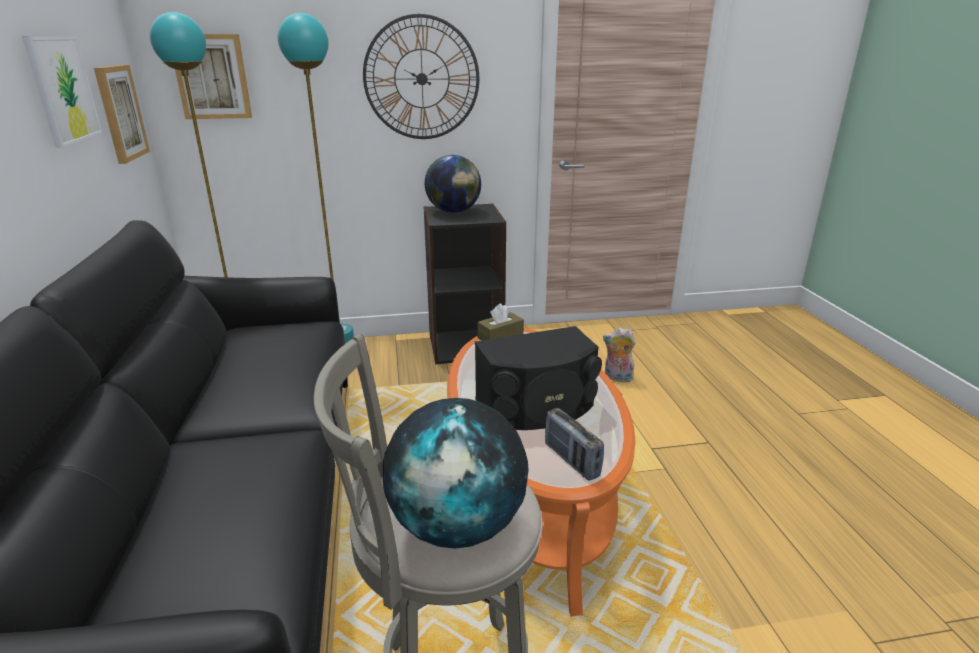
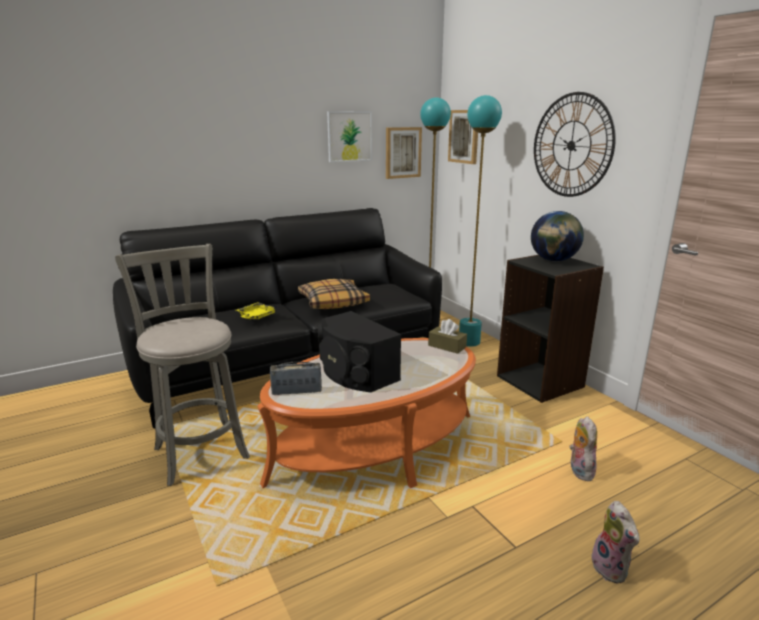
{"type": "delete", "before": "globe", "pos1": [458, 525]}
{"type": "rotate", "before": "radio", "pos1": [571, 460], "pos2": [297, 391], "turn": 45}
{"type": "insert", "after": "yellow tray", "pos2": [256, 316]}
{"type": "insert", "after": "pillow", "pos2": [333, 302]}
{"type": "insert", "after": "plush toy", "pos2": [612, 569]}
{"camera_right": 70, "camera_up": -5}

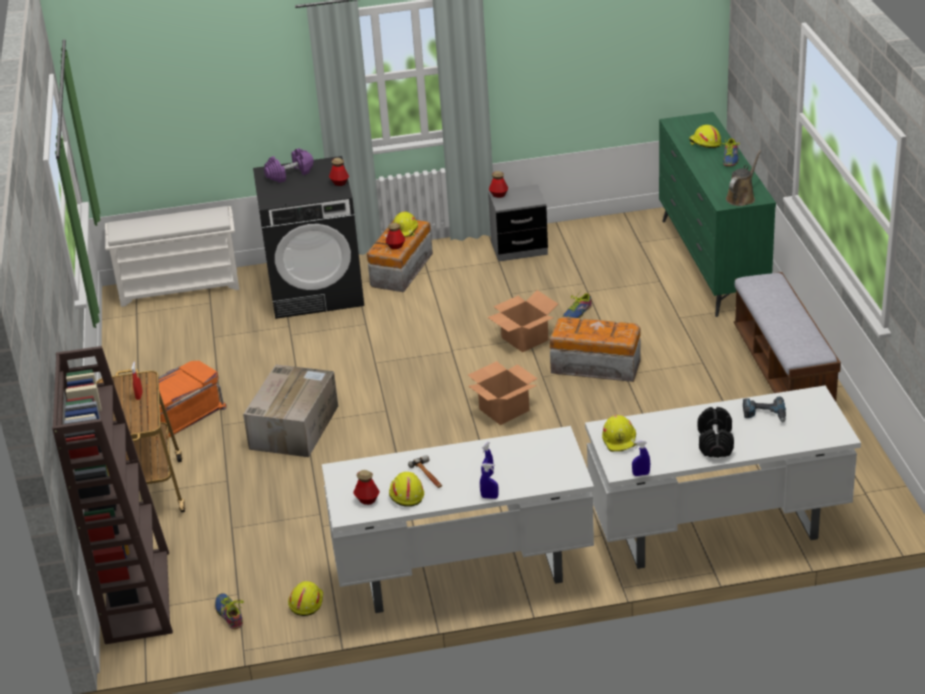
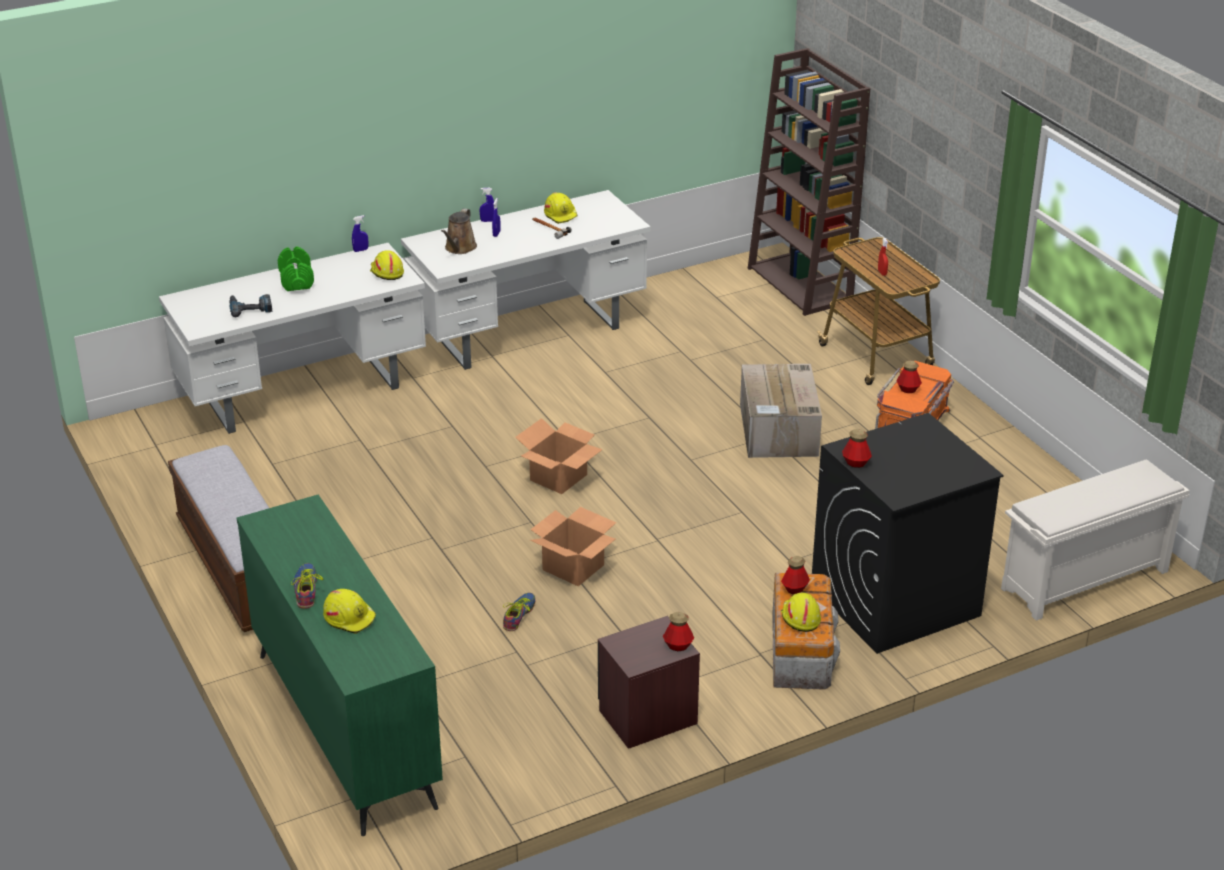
{"type": "delete", "before": "shoe", "pos1": [229, 614]}
{"type": "delete", "before": "purple dumbbell", "pos1": [290, 174]}
{"type": "delete", "before": "yellow hard hat", "pos1": [305, 602]}
{"type": "move", "before": "bottle", "pos1": [367, 500], "pos2": [908, 389]}
{"type": "recolor", "before": "grey nightstand", "after": "brown nightstand", "pos1": [519, 248], "pos2": [647, 717]}
{"type": "delete", "before": "storage box", "pos1": [595, 365]}
{"type": "recolor", "before": "black dumbbell", "after": "green dumbbell", "pos1": [715, 442], "pos2": [297, 280]}
{"type": "move", "before": "brown watering can", "pos1": [741, 197], "pos2": [459, 248]}
{"camera_right": 160, "camera_up": 0}

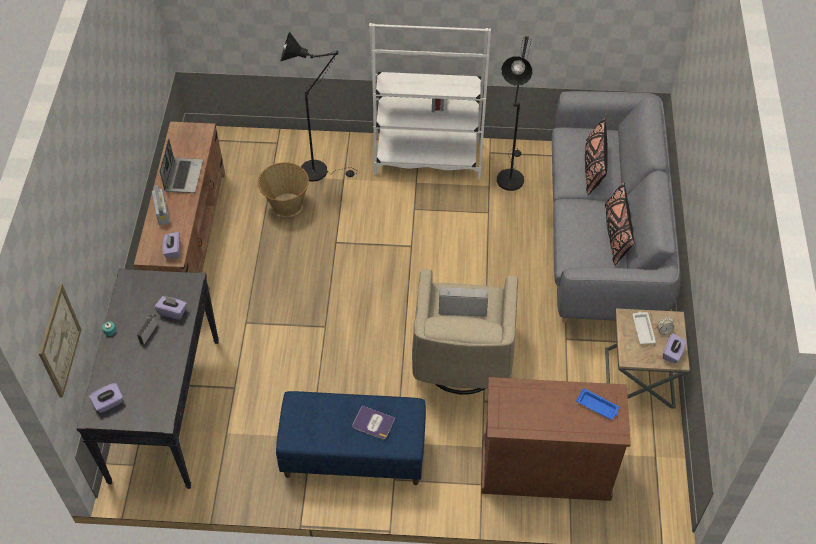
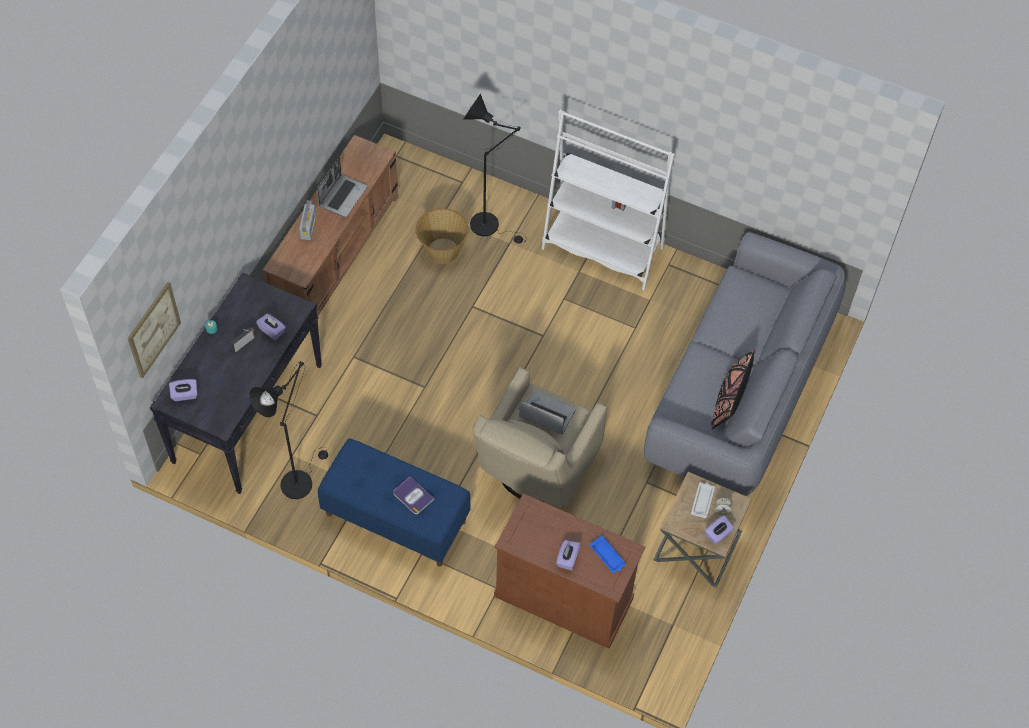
{"type": "move", "before": "purple tissue box", "pos1": [173, 250], "pos2": [567, 559]}
{"type": "move", "before": "black floor lamp", "pos1": [510, 175], "pos2": [299, 479]}
{"type": "delete", "before": "black pillow", "pos1": [593, 167]}
{"camera_right": 20, "camera_up": 5}

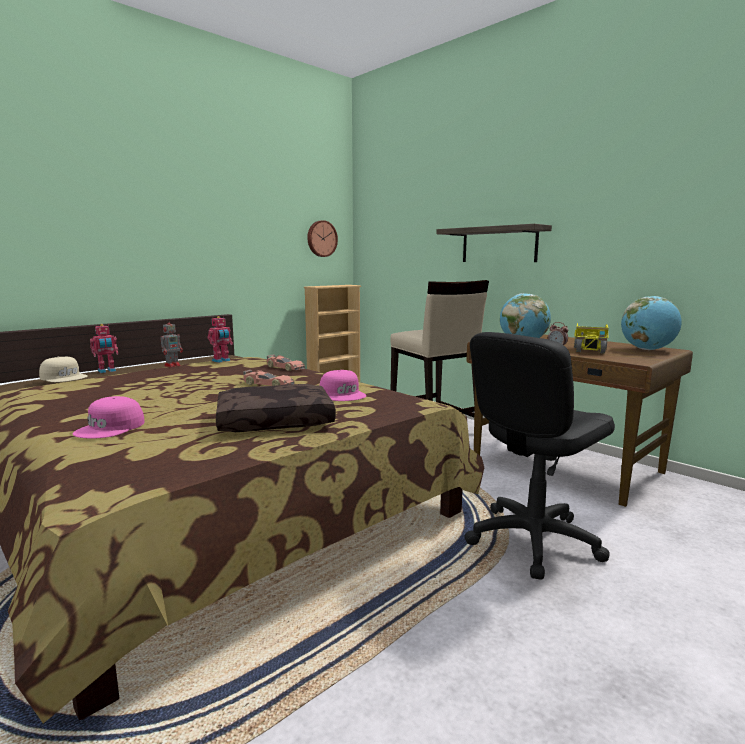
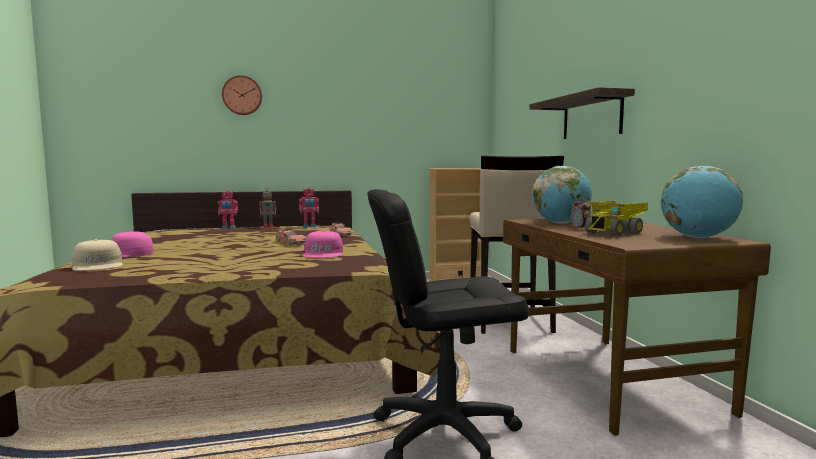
{"type": "move", "before": "beige cap", "pos1": [64, 377], "pos2": [99, 265]}
{"type": "delete", "before": "brown pillow", "pos1": [275, 421]}
{"type": "move", "before": "wall clock", "pos1": [321, 238], "pos2": [242, 95]}
{"camera_right": 30, "camera_up": -5}

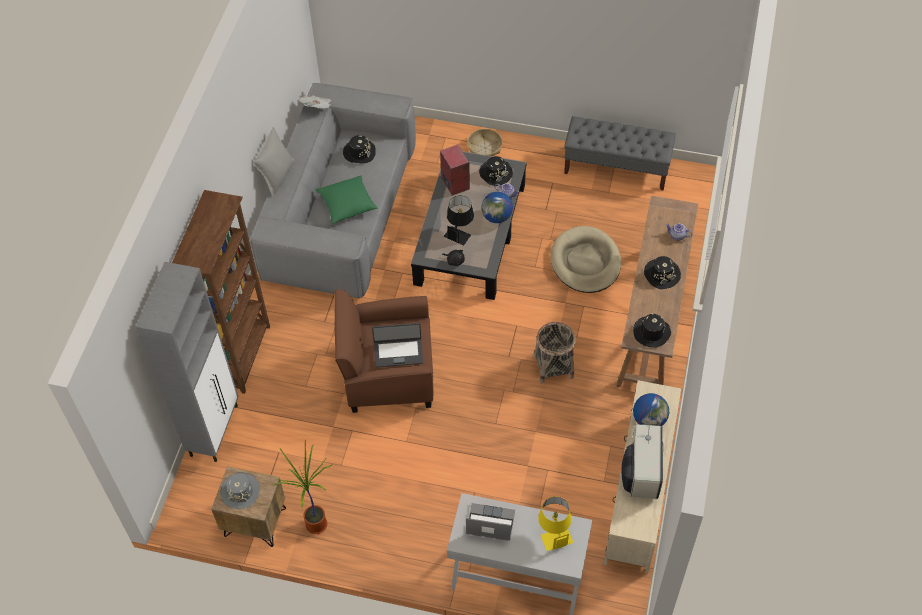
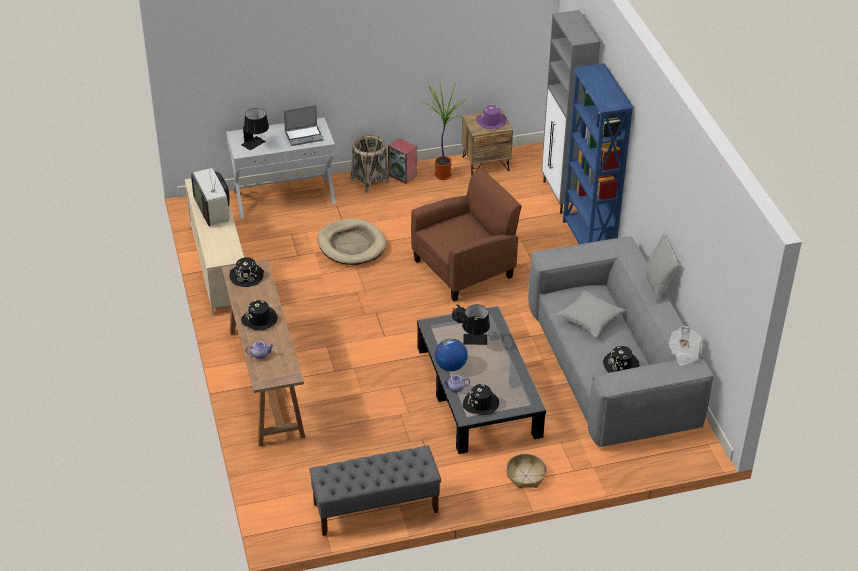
{"type": "recolor", "before": "brown bookcase", "after": "blue bookcase", "pos1": [242, 356], "pos2": [587, 241]}
{"type": "recolor", "before": "grey hat", "after": "purple hat", "pos1": [240, 491], "pos2": [491, 121]}
{"type": "recolor", "before": "green pillow", "after": "grey pillow", "pos1": [347, 205], "pos2": [590, 319]}
{"type": "delete", "before": "laptop", "pos1": [398, 352]}
{"type": "move", "before": "speaker", "pos1": [454, 183], "pos2": [403, 175]}
{"type": "move", "before": "basket", "pos1": [553, 366], "pos2": [370, 181]}
{"type": "recolor", "before": "yellow table lamp", "after": "black table lamp", "pos1": [554, 533], "pos2": [256, 145]}
{"type": "move", "before": "beige dog bed", "pos1": [585, 262], "pos2": [351, 245]}
{"type": "delete", "before": "globe", "pos1": [649, 420]}
{"camera_right": 150, "camera_up": -15}

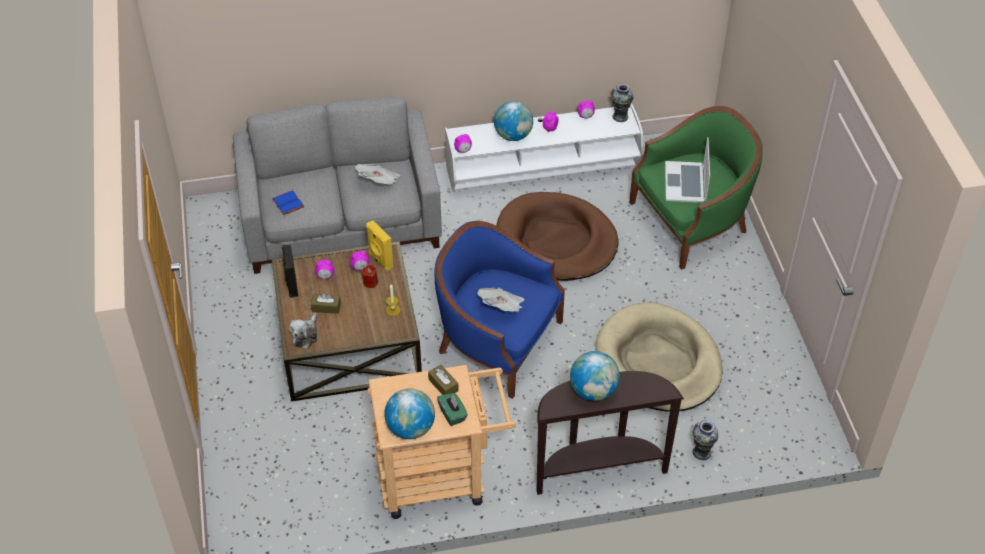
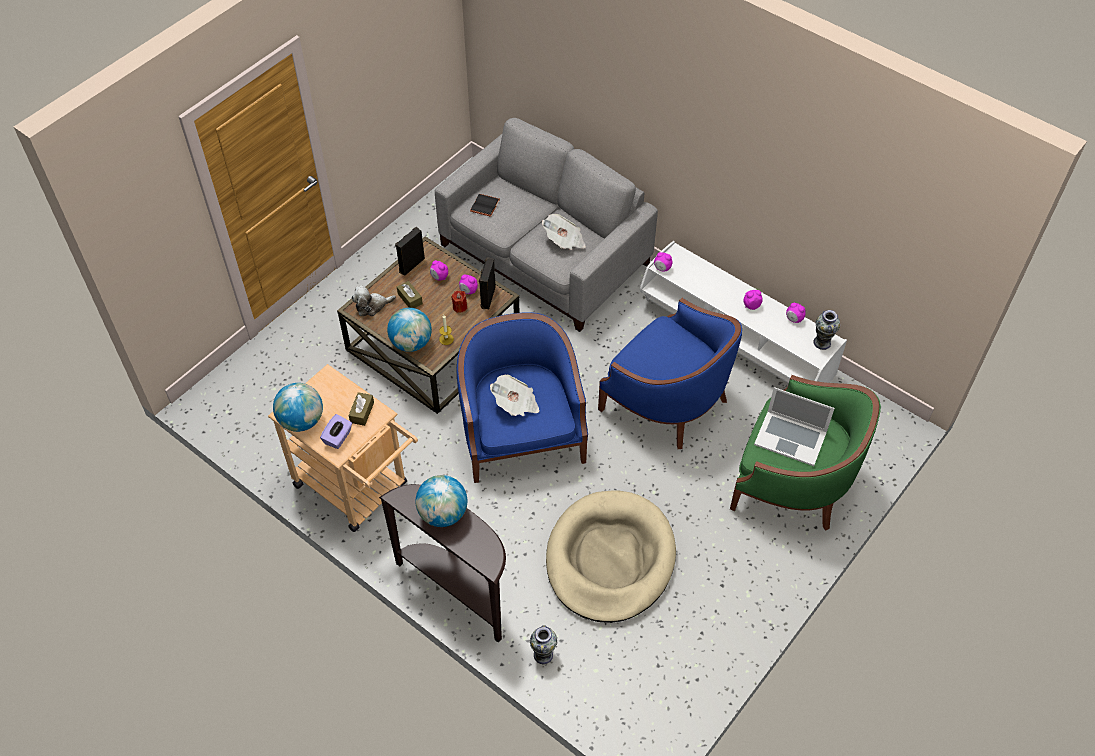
{"type": "recolor", "before": "blue book", "after": "black book", "pos1": [289, 203], "pos2": [485, 206]}
{"type": "recolor", "before": "yellow speaker", "after": "black speaker", "pos1": [380, 260], "pos2": [487, 297]}
{"type": "recolor", "before": "green tissue box", "after": "purple tissue box", "pos1": [452, 414], "pos2": [338, 438]}
{"type": "move", "before": "globe", "pos1": [513, 135], "pos2": [411, 343]}
{"type": "replace", "before": "brown dog bed", "after": "blue armchair", "pos1": [556, 241], "pos2": [667, 401]}
{"type": "rotate", "before": "laptop", "pos1": [686, 182], "pos2": [790, 437], "turn": -120}
{"camera_right": 50, "camera_up": 5}

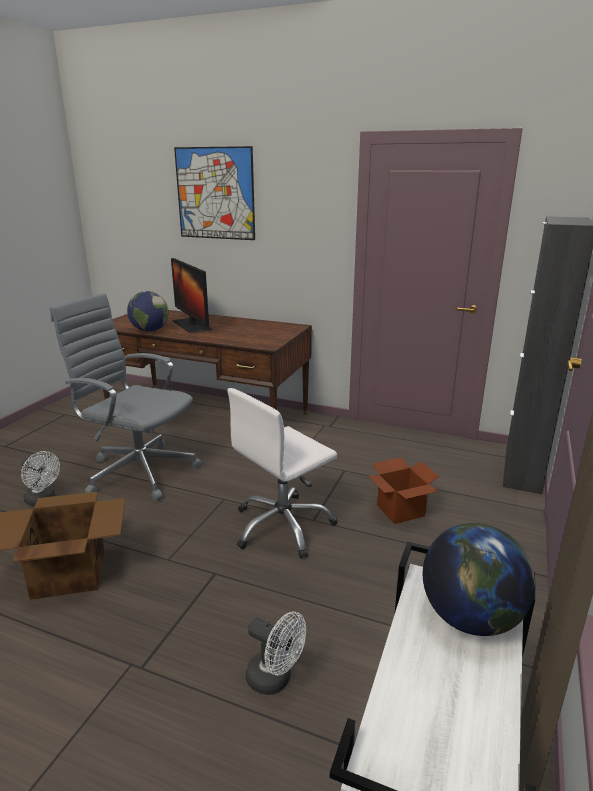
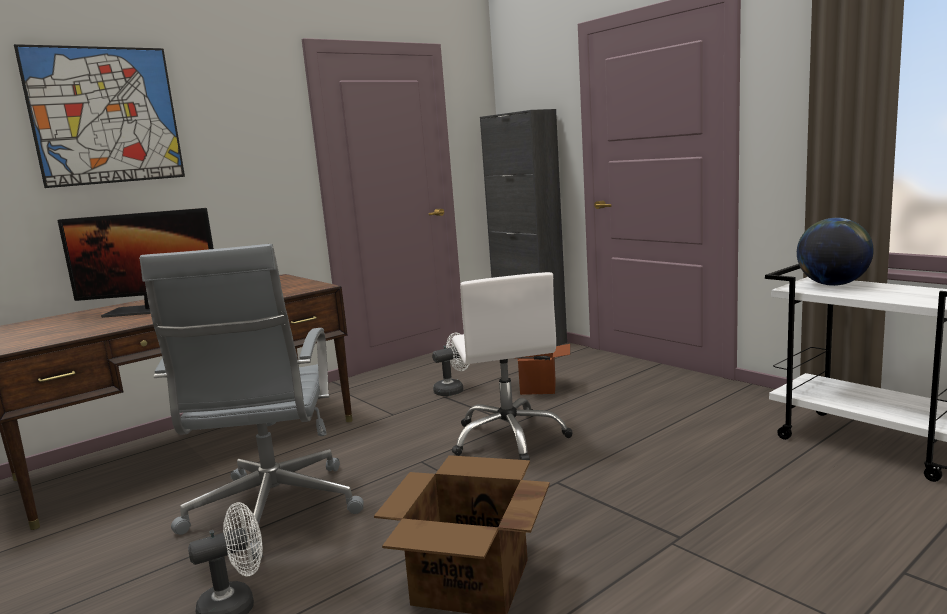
{"type": "rotate", "before": "grey office chair", "pos1": [139, 471], "pos2": [272, 512], "turn": -60}
{"type": "delete", "before": "globe", "pos1": [150, 330]}
{"type": "move", "before": "white fan", "pos1": [275, 679], "pos2": [453, 390]}
{"camera_right": -60, "camera_up": -10}

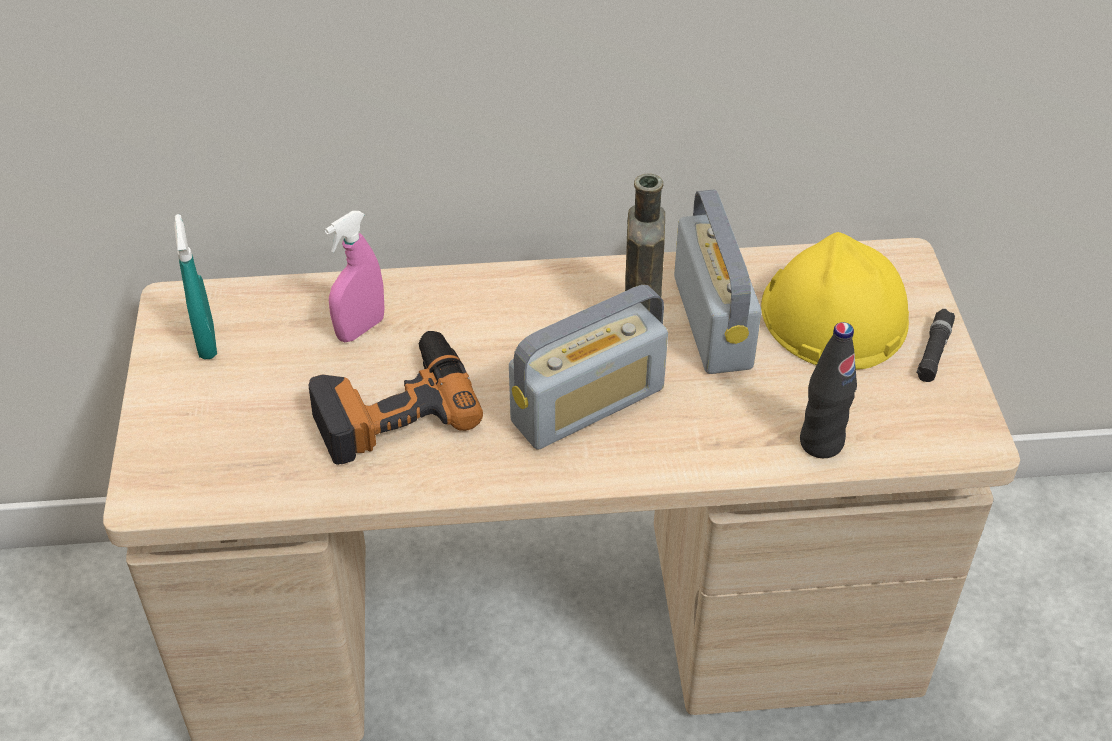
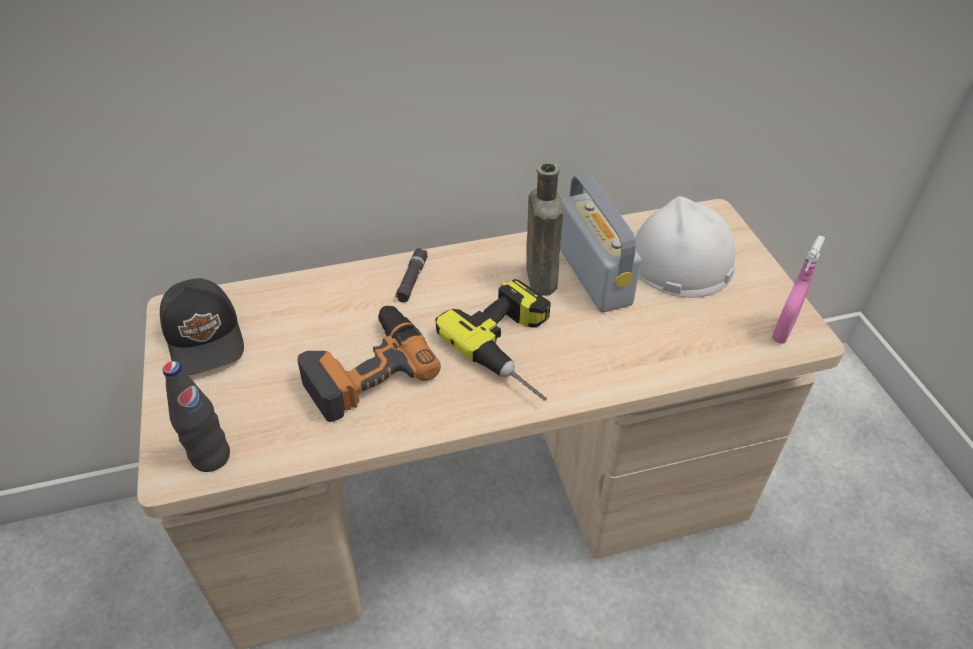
{"type": "replace", "before": "turquoise spray bottle", "after": "black cap", "pos1": [207, 342], "pos2": [206, 337]}
{"type": "move", "before": "pink spray bottle", "pos1": [360, 329], "pos2": [783, 331]}
{"type": "replace", "before": "radio", "after": "power drill", "pos1": [588, 405], "pos2": [518, 347]}
{"type": "recolor", "before": "yellow hard hat", "after": "white hard hat", "pos1": [833, 315], "pos2": [678, 259]}
{"type": "move", "before": "black bottle", "pos1": [821, 443], "pos2": [211, 457]}
{"type": "move", "before": "black flashlight", "pos1": [933, 351], "pos2": [412, 280]}
{"camera_right": -10, "camera_up": 0}

